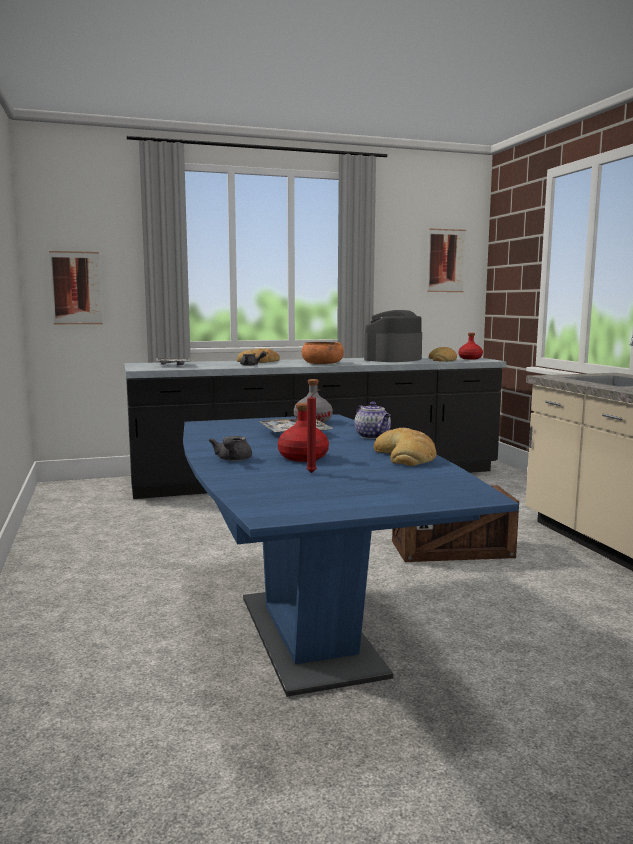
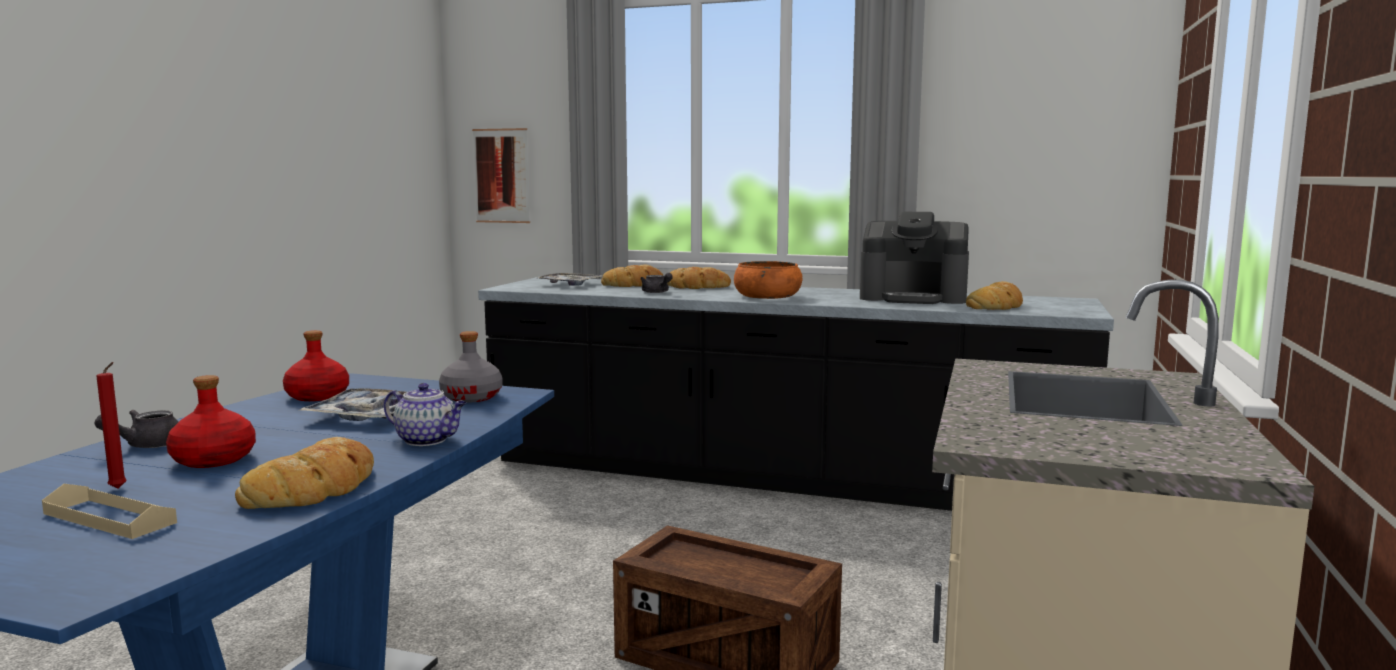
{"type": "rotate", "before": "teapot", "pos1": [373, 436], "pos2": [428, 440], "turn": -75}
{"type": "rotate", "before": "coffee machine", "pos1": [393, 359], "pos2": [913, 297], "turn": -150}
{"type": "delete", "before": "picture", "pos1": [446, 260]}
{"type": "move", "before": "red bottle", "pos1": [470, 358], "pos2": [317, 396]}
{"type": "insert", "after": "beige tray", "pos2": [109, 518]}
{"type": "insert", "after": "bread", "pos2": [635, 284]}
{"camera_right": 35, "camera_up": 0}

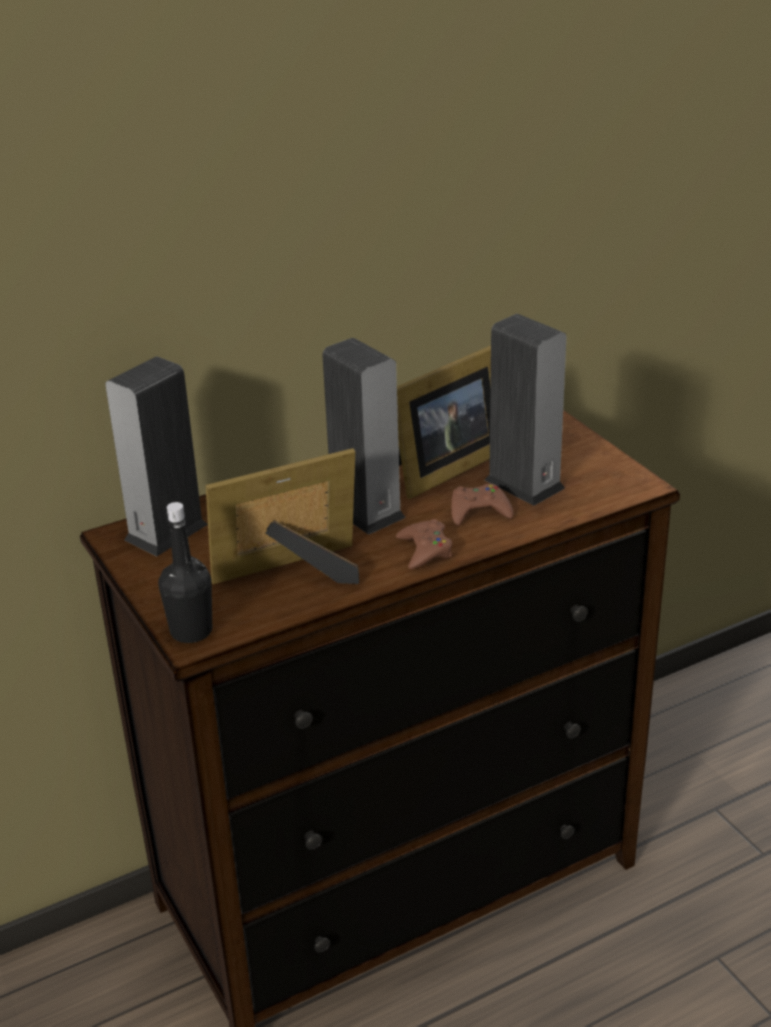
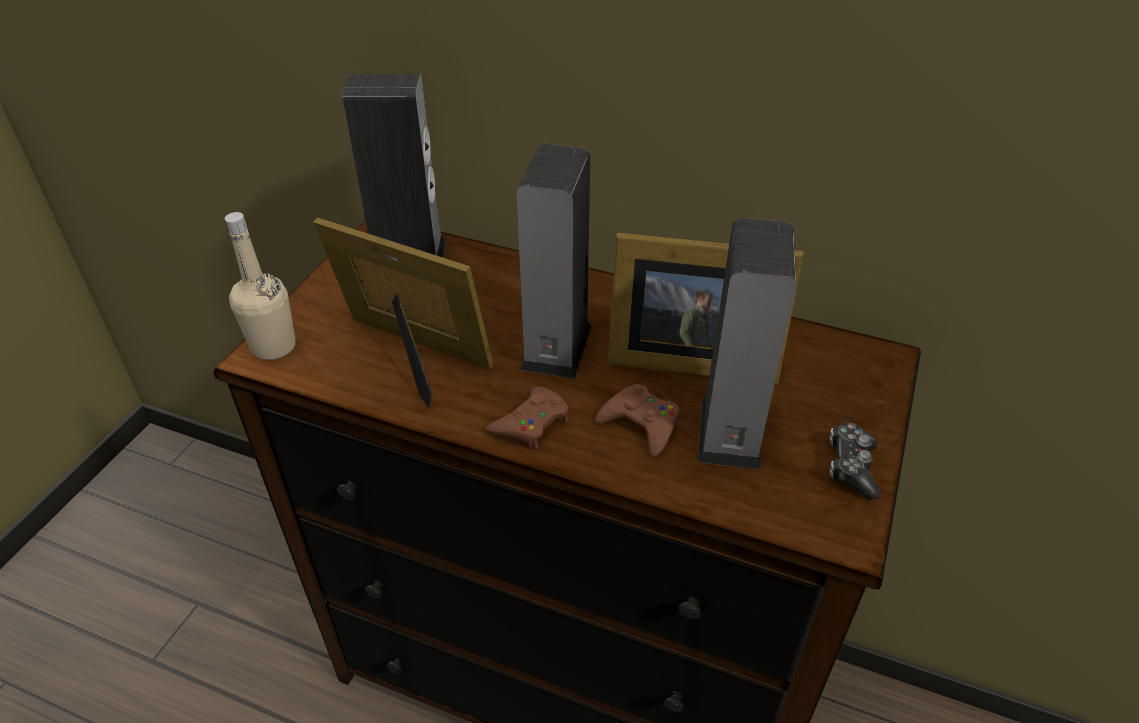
{"type": "recolor", "before": "black bottle", "after": "beige bottle", "pos1": [191, 631], "pos2": [273, 346]}
{"type": "insert", "after": "game controller", "pos2": [851, 467]}
{"camera_right": 50, "camera_up": 10}

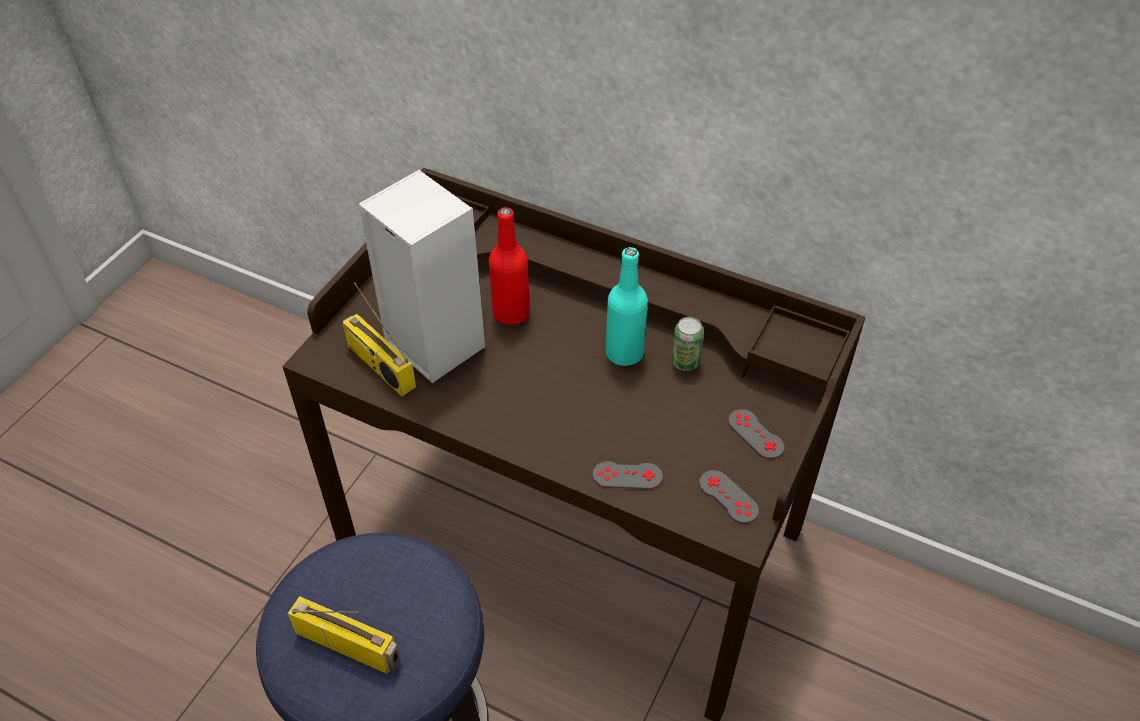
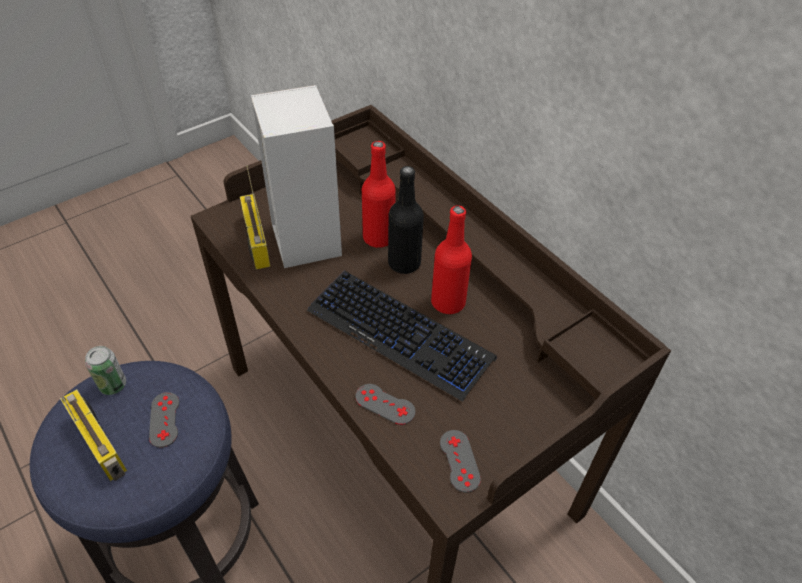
{"type": "recolor", "before": "turquoise bottle", "after": "red bottle", "pos1": [624, 353], "pos2": [448, 302]}
{"type": "move", "before": "can", "pos1": [685, 362], "pos2": [113, 385]}
{"type": "move", "before": "grey game controller", "pos1": [755, 434], "pos2": [164, 419]}
{"type": "insert", "after": "keyboard", "pos2": [400, 334]}
{"type": "insert", "after": "black bottle", "pos2": [404, 263]}
{"camera_right": 25, "camera_up": 0}

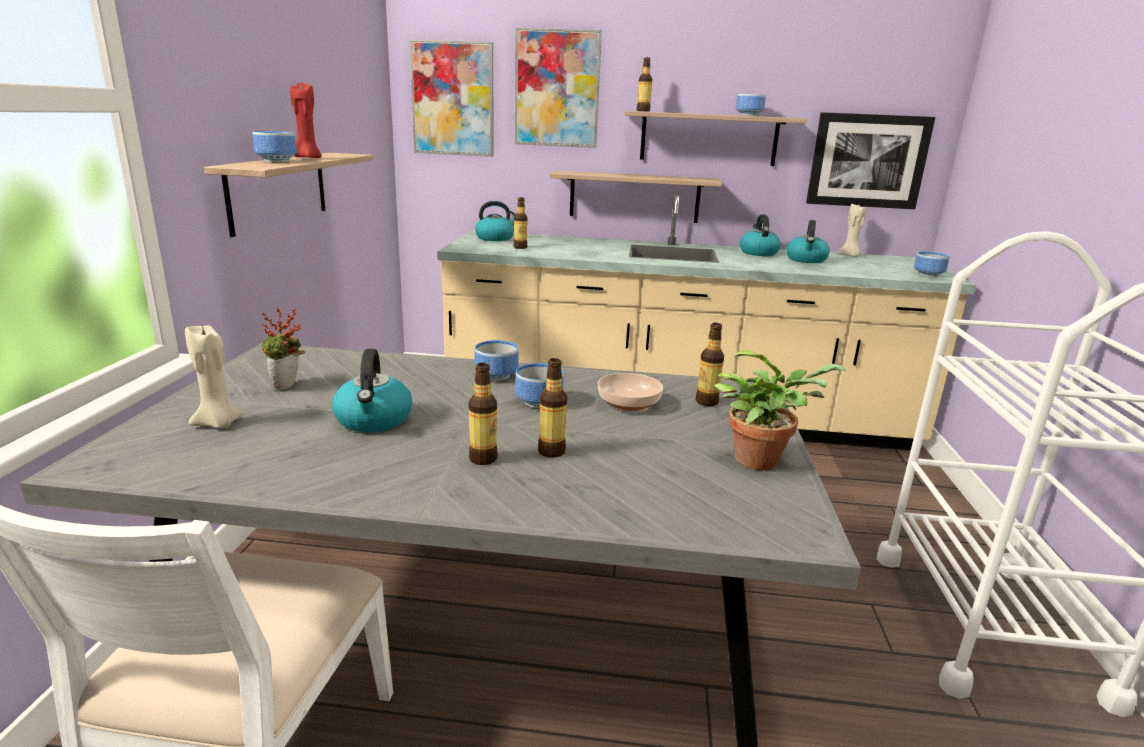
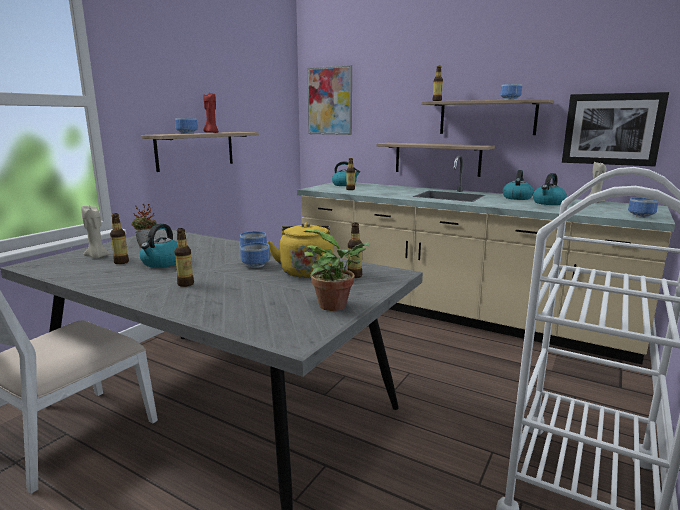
{"type": "delete", "before": "picture", "pos1": [557, 89]}
{"type": "move", "before": "bottle", "pos1": [551, 451], "pos2": [121, 262]}
{"type": "replace", "before": "bowl", "after": "yellow kettle", "pos1": [629, 403], "pos2": [305, 271]}
{"camera_right": 25, "camera_up": -5}

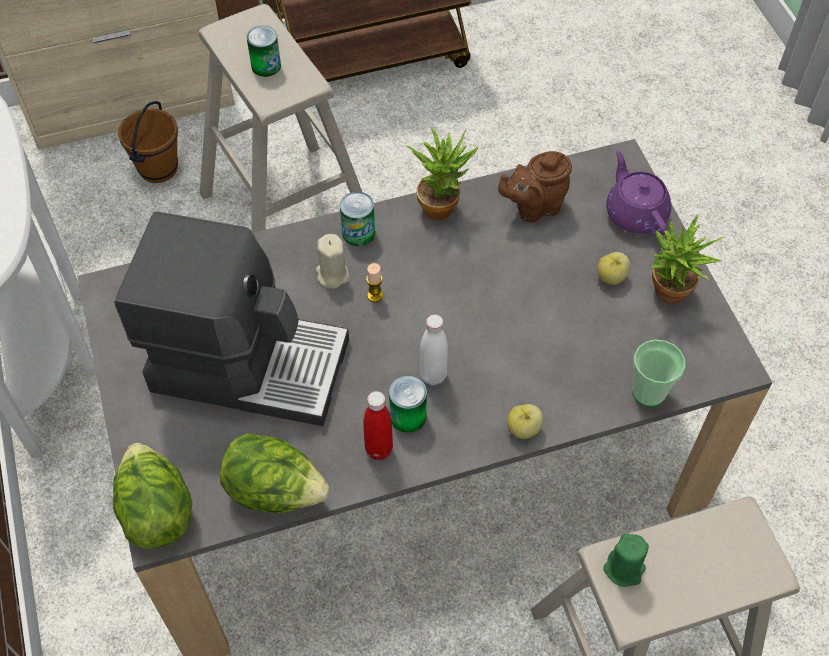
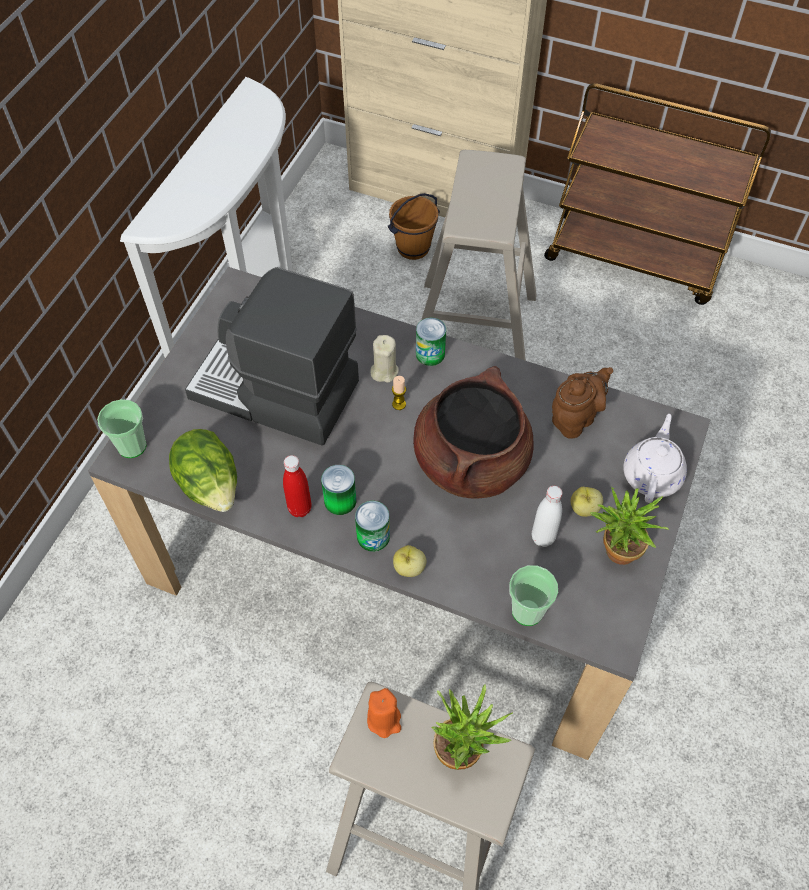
{"type": "replace", "before": "lettuce", "after": "cup", "pos1": [156, 511], "pos2": [132, 446]}
{"type": "rotate", "before": "coffee machine", "pos1": [248, 362], "pos2": [275, 392], "turn": 150}
{"type": "move", "before": "can", "pos1": [266, 66], "pos2": [373, 536]}
{"type": "move", "before": "potted plant", "pos1": [442, 204], "pos2": [464, 749]}
{"type": "move", "before": "white bottle", "pos1": [433, 375], "pos2": [543, 537]}
{"type": "rotate", "before": "brown teapot", "pos1": [533, 207], "pos2": [575, 418], "turn": 120}
{"type": "recolor", "before": "green candle", "after": "orange candle", "pos1": [624, 569], "pos2": [384, 720]}
{"type": "recolor", "before": "purple teapot", "after": "white teapot", "pos1": [635, 213], "pos2": [652, 474]}
{"type": "insert", "after": "brown cooking pot", "pos2": [471, 462]}
{"camera_right": 40, "camera_up": 0}

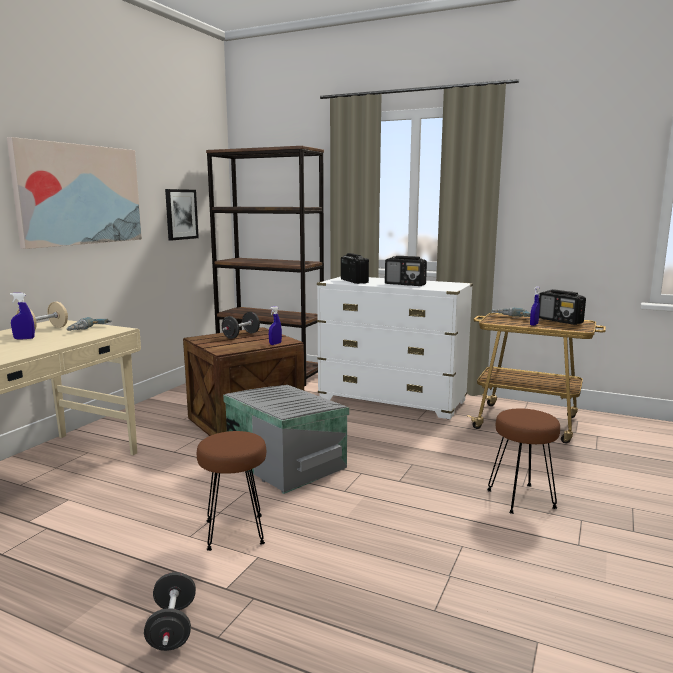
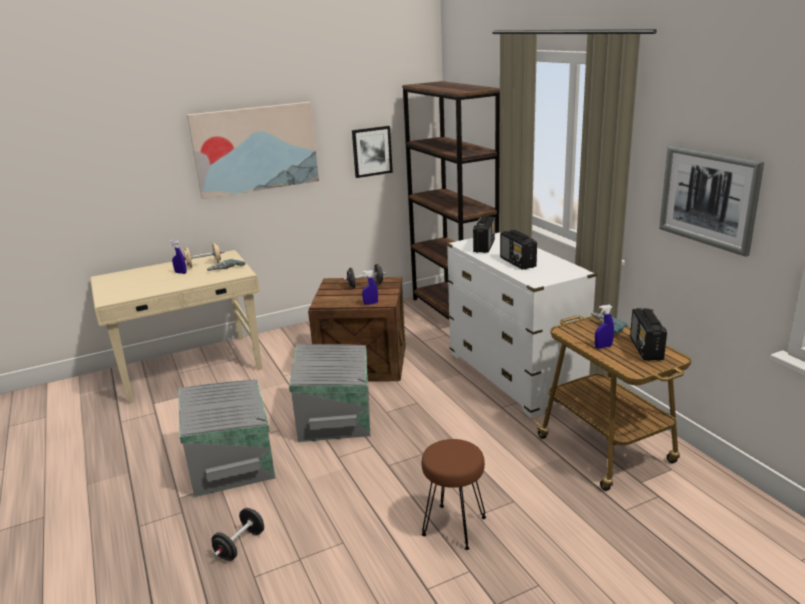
{"type": "move", "before": "black dumbbell", "pos1": [172, 628], "pos2": [240, 545]}
{"type": "replace", "before": "brown stool", "after": "grey storage box", "pos1": [235, 531], "pos2": [233, 459]}
{"type": "insert", "after": "picture", "pos2": [708, 198]}
{"camera_right": 40, "camera_up": 10}

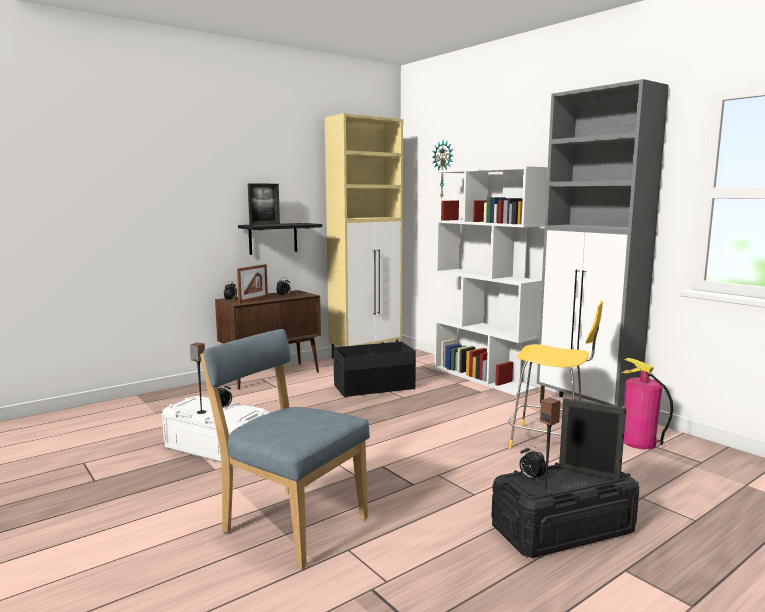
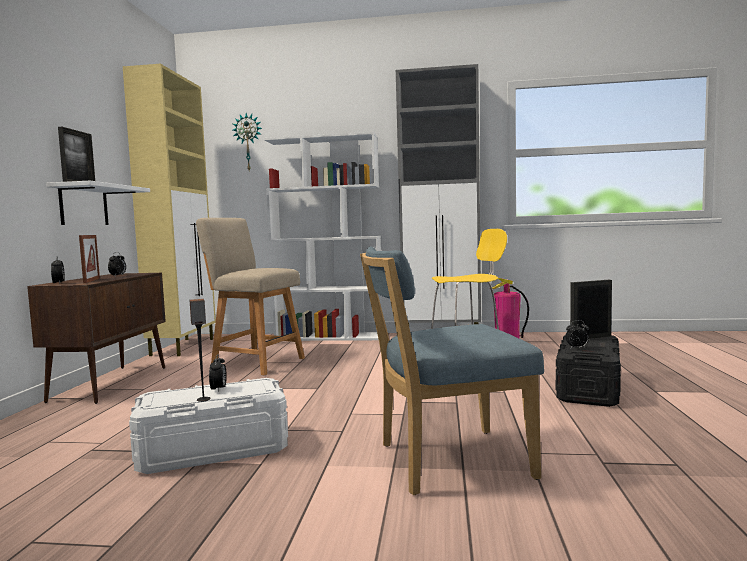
{"type": "recolor", "before": "black shelf", "after": "white shelf", "pos1": [273, 238], "pos2": [84, 205]}
{"type": "replace", "before": "black storage box", "after": "beige chair", "pos1": [374, 387], "pos2": [255, 363]}
{"type": "delete", "before": "speaker", "pos1": [545, 492]}
{"camera_right": -45, "camera_up": -5}

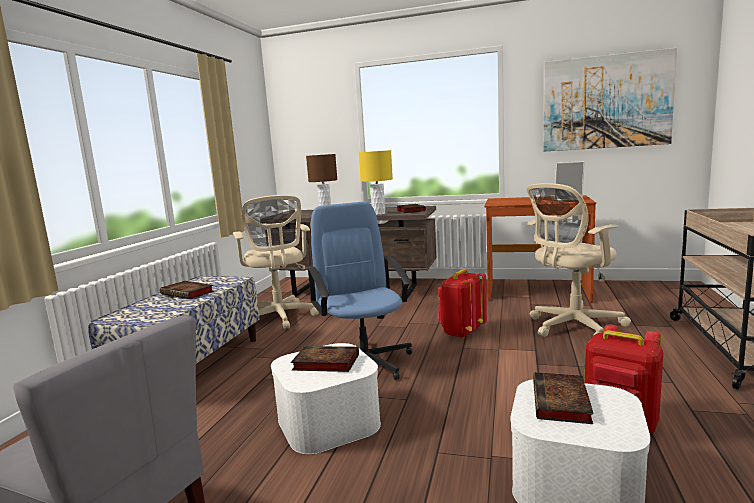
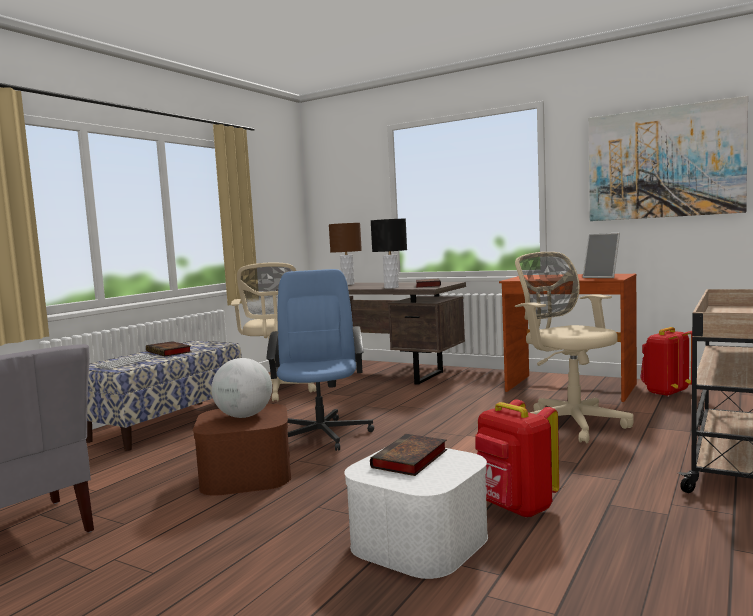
{"type": "recolor", "before": "white storage box", "after": "brown storage box", "pos1": [328, 421], "pos2": [246, 474]}
{"type": "replace", "before": "book", "after": "globe", "pos1": [324, 363], "pos2": [244, 416]}
{"type": "recolor", "before": "yellow table lamp", "after": "black table lamp", "pos1": [378, 214], "pos2": [391, 287]}
{"type": "move", "before": "red backpack", "pos1": [461, 332], "pos2": [666, 392]}
{"type": "rotate", "before": "beige office chair", "pos1": [572, 327], "pos2": [570, 422], "turn": 75}
{"type": "insert", "after": "keyboard", "pos2": [126, 362]}
{"camera_right": 15, "camera_up": -5}

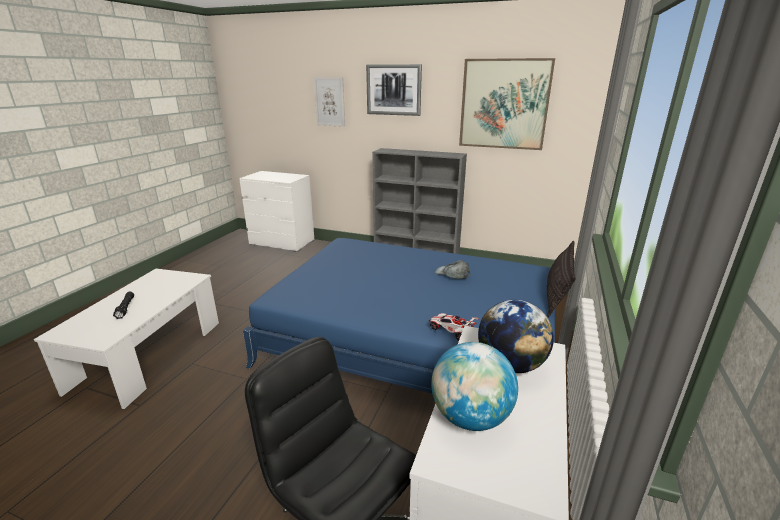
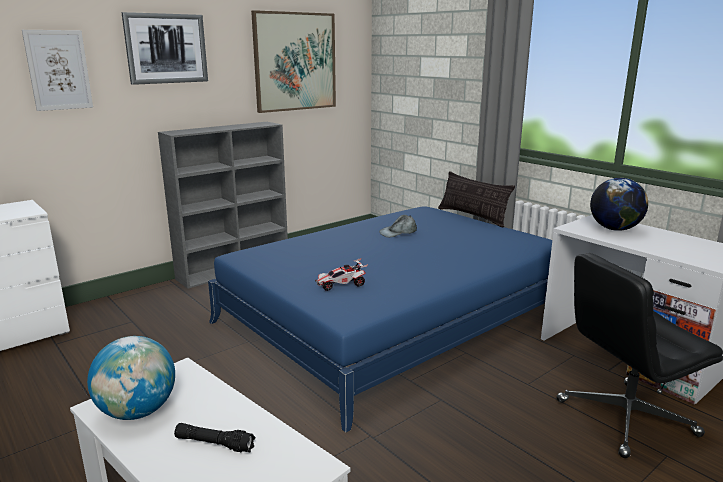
{"type": "move", "before": "toy car", "pos1": [451, 332], "pos2": [341, 285]}
{"type": "move", "before": "globe", "pos1": [470, 417], "pos2": [138, 411]}
{"camera_right": -60, "camera_up": -5}

